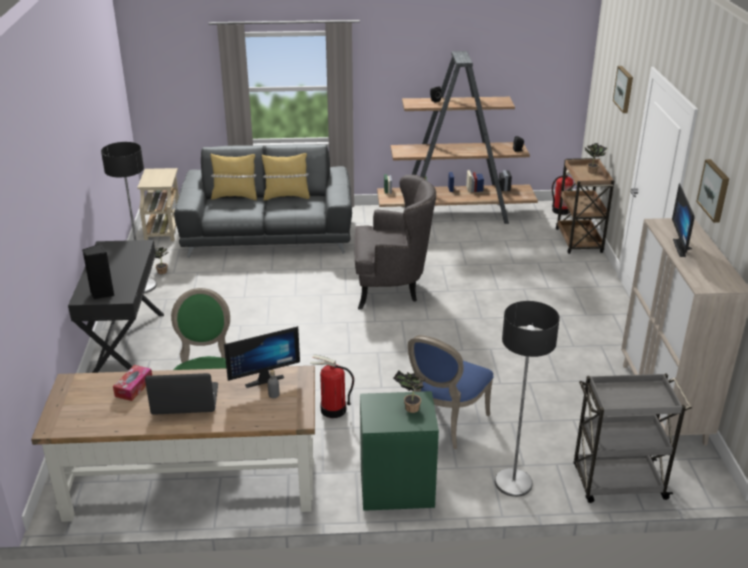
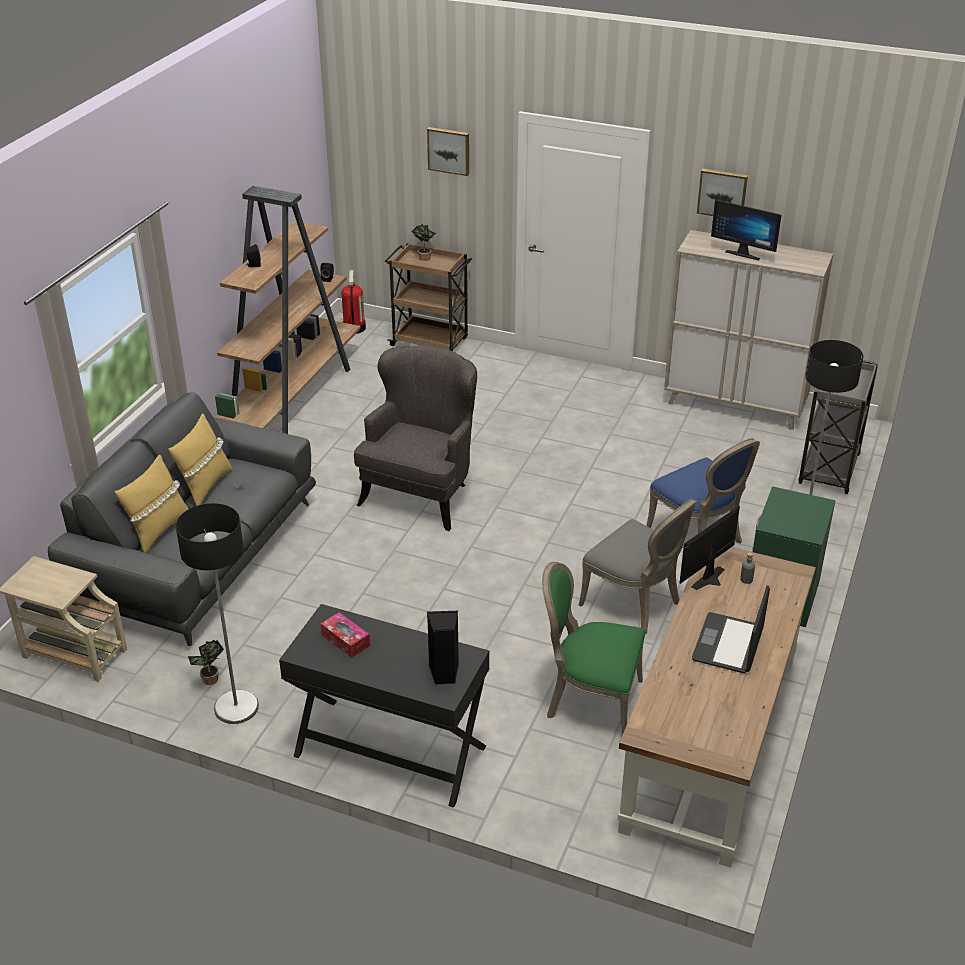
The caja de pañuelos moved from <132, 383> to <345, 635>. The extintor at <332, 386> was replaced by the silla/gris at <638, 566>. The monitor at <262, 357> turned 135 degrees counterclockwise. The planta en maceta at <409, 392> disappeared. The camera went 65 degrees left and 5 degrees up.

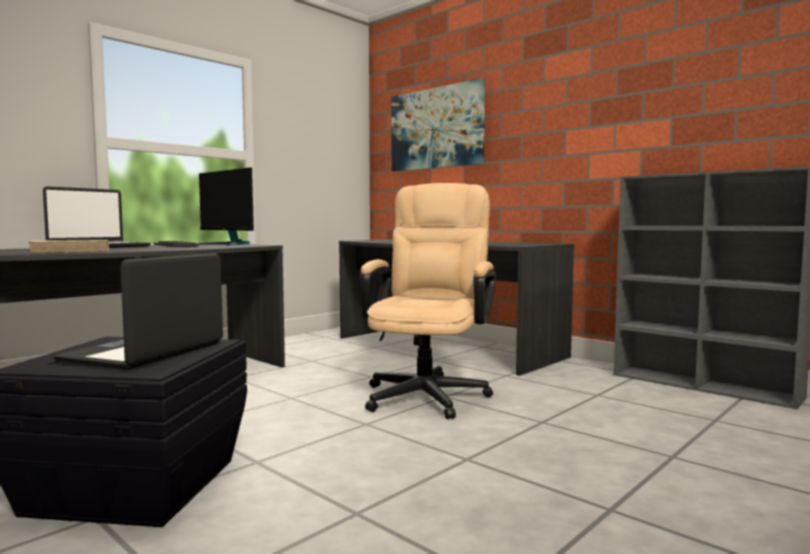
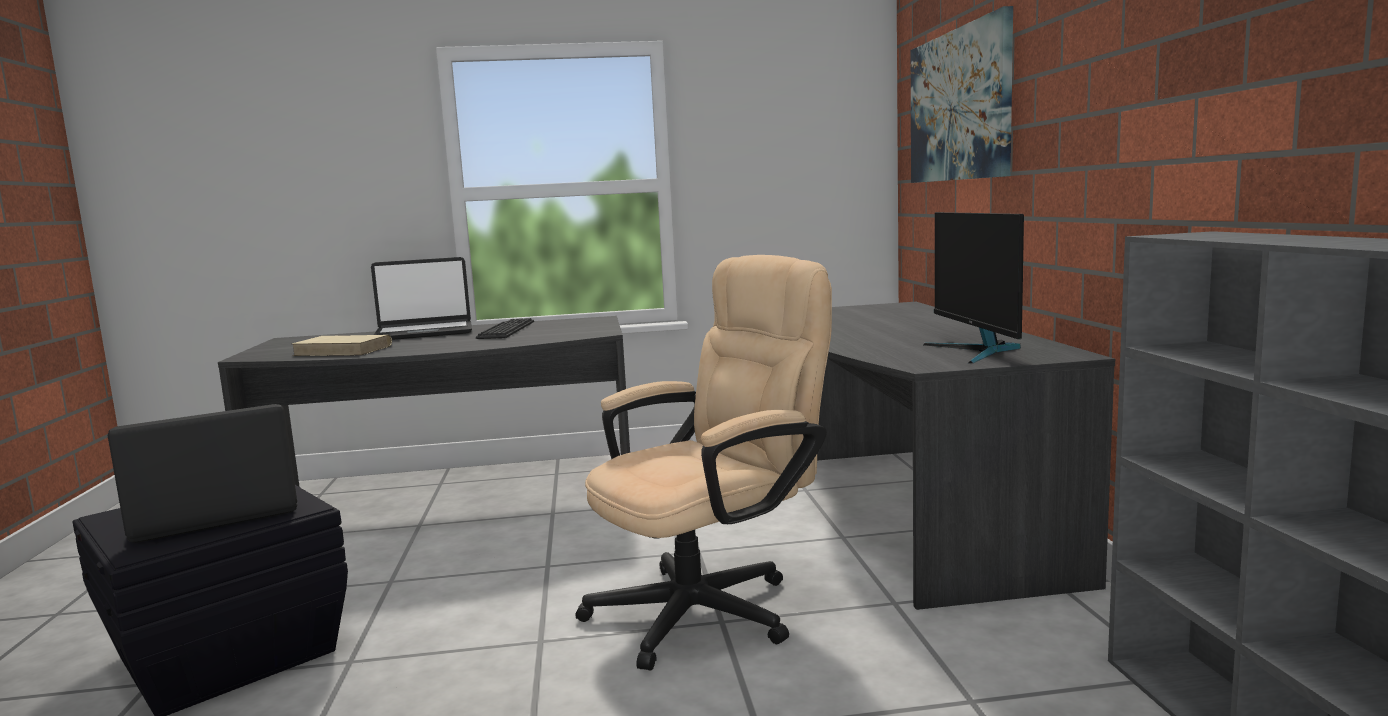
The monitor moved from <225, 206> to <974, 288>. The camera went 40 degrees right and 5 degrees up.

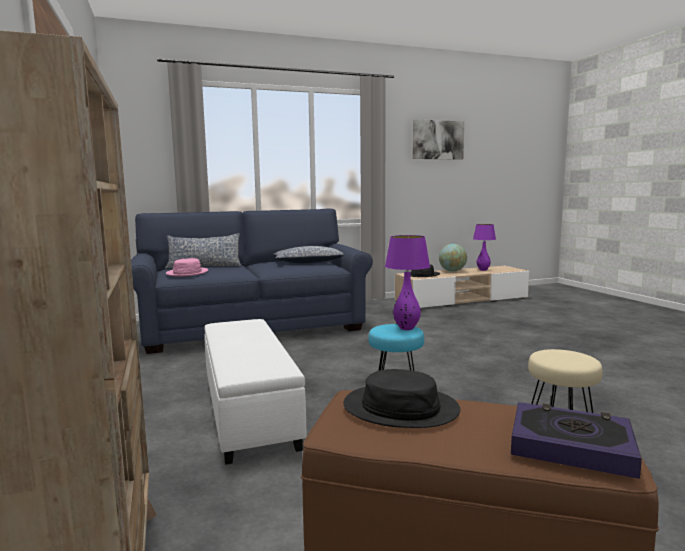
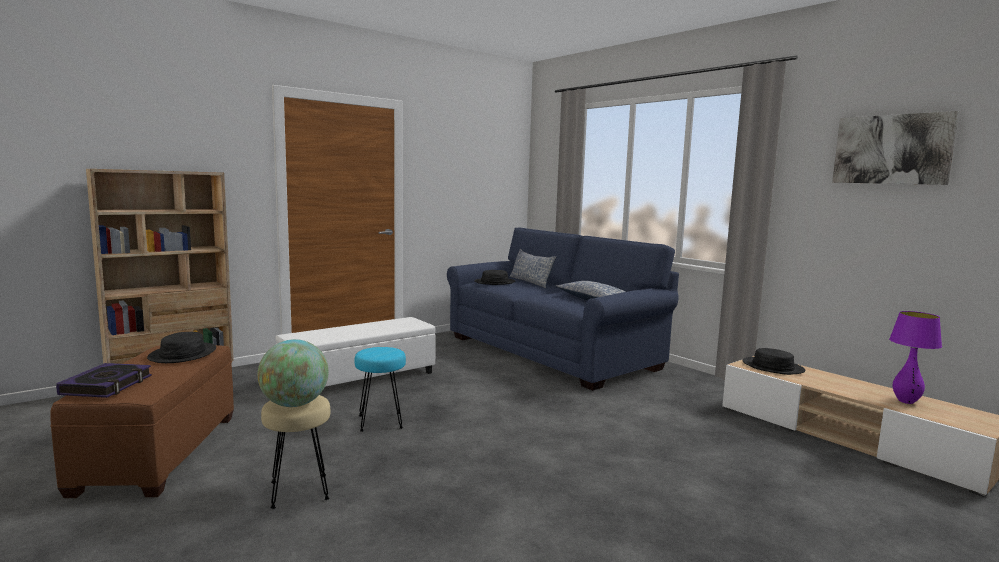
The globo terráqueo moved from <453, 258> to <293, 373>. The sombrero/rosa at <187, 267> became the sombrero/negro at <495, 277>. The lámpara de mesa/morado at <407, 282> disappeared. The camera went 70 degrees right and 0 degrees up.

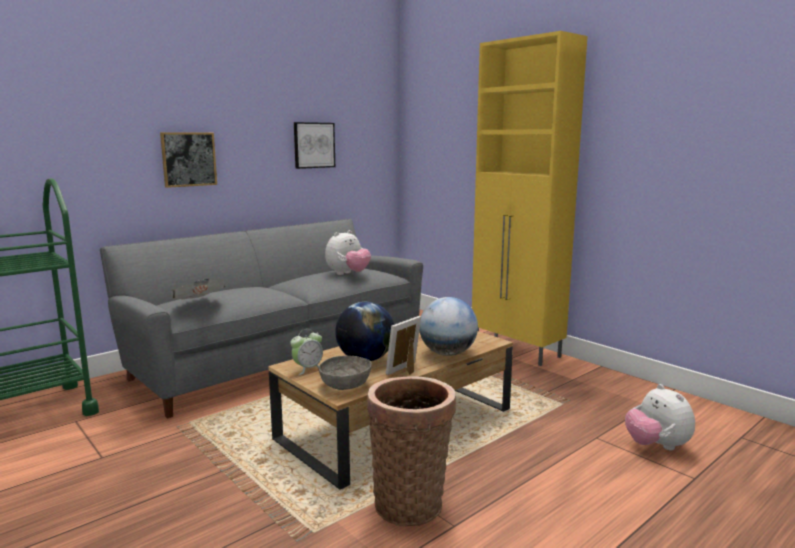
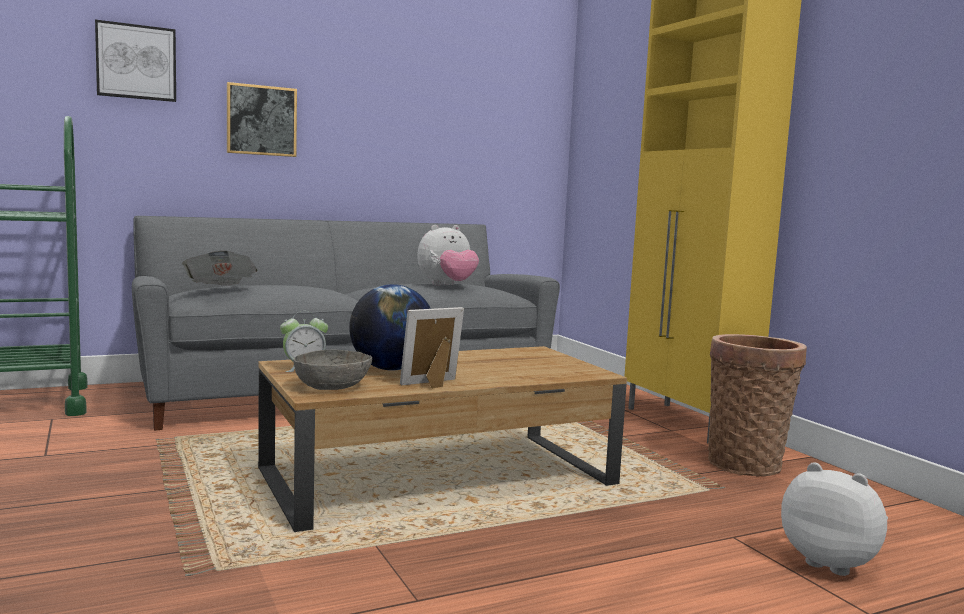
The cuadro moved from <314, 145> to <135, 61>. The cesta moved from <411, 451> to <757, 405>. The peluche at <660, 417> turned 135 degrees clockwise. The globo terráqueo at <448, 326> disappeared. The camera went 15 degrees right and 5 degrees down.

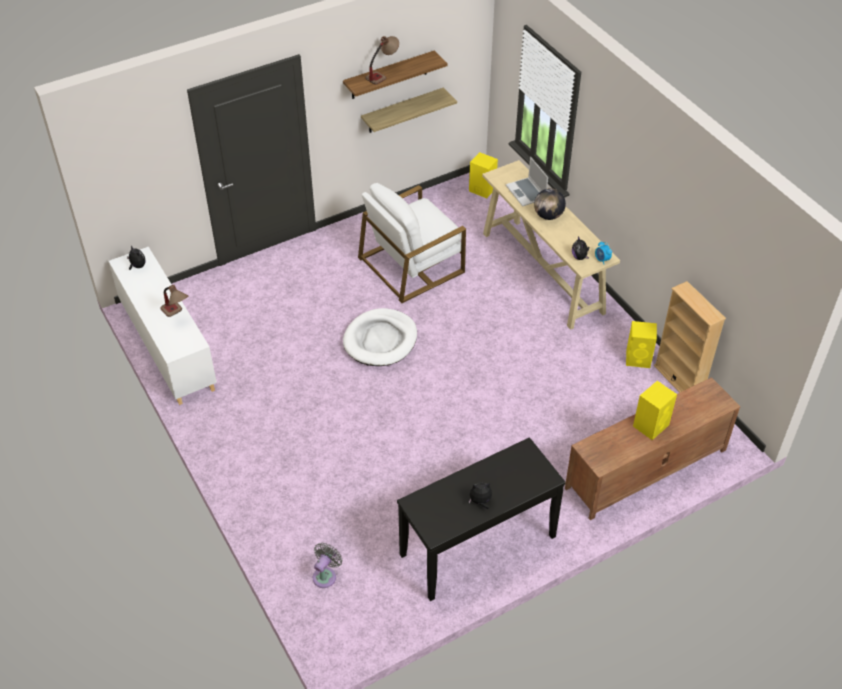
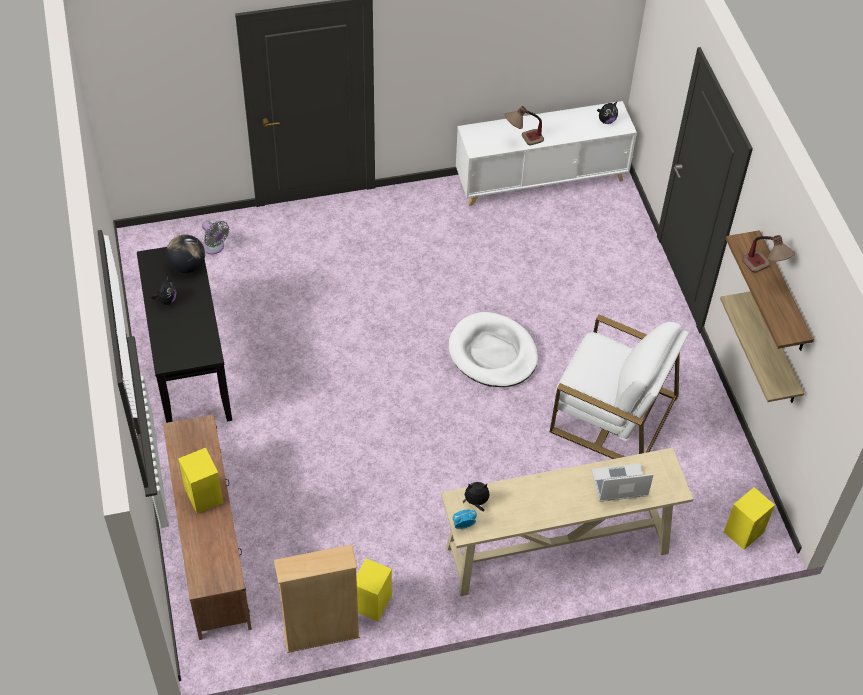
The globo terráqueo moved from <550, 204> to <185, 253>. The sillón/blanco at <412, 243> turned 135 degrees clockwise. The camera went 105 degrees right and 5 degrees up.

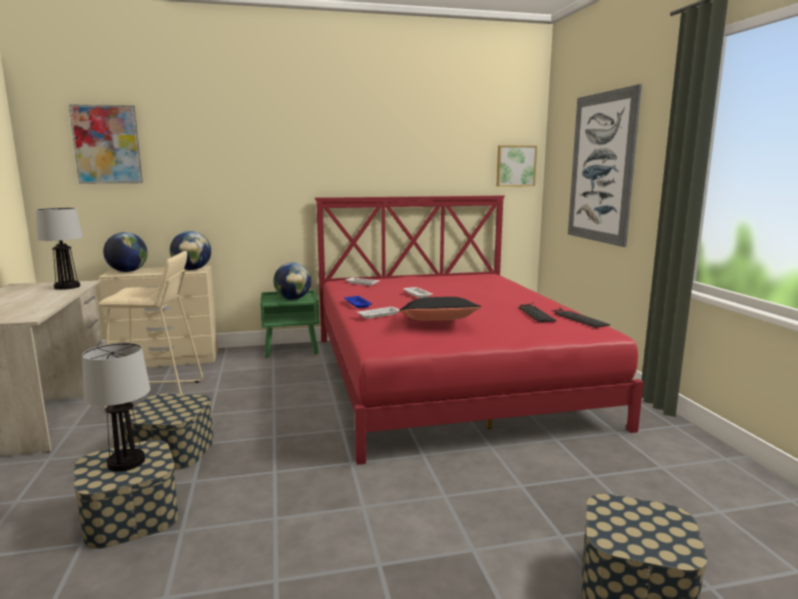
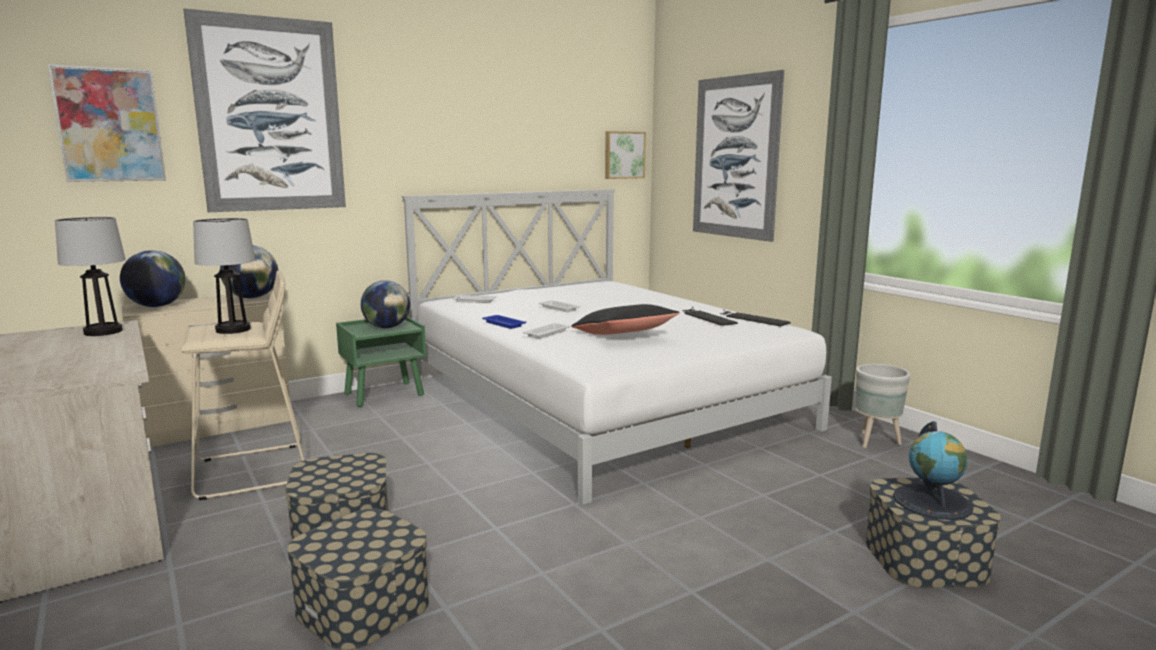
The cuadro at <264, 110> appeared. The lámpara de mesa moved from <116, 407> to <224, 276>. The cama/rojo at <479, 330> became the cama/blanco at <617, 347>. The maceta/gris at <882, 406> appeared. The globo terráqueo at <933, 470> appeared. The camera went 20 degrees left and 0 degrees up.

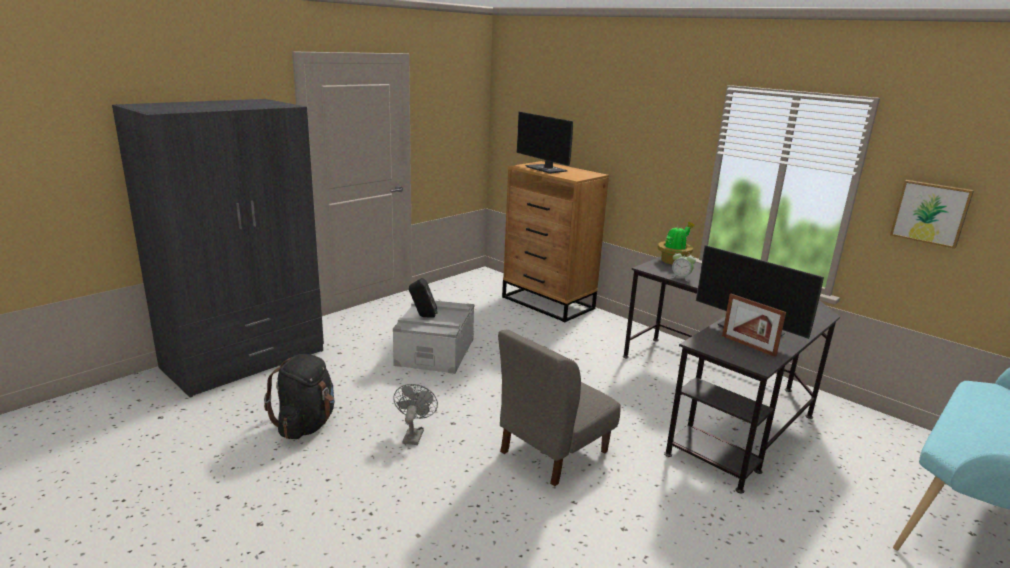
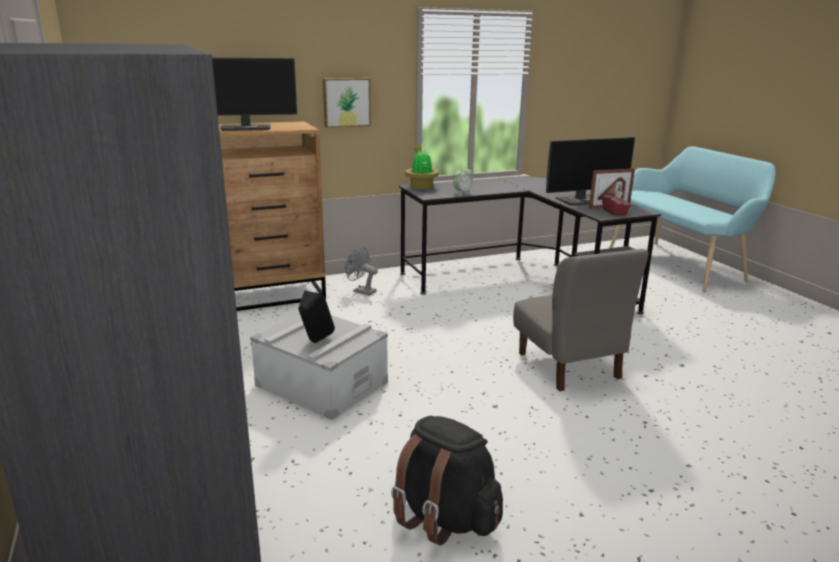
The cuadro moved from <932, 214> to <347, 103>. The ventilador/gris moved from <415, 414> to <361, 271>. The caja de pañuelos/rojo at <616, 203> appeared. The camera went 65 degrees left and 0 degrees up.

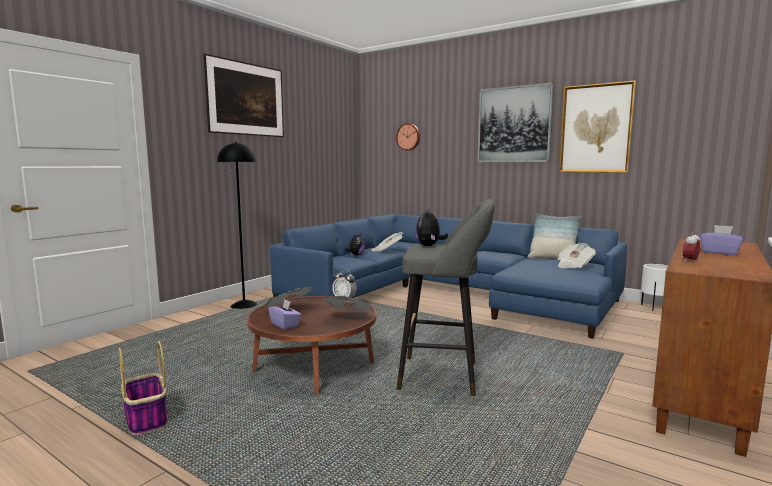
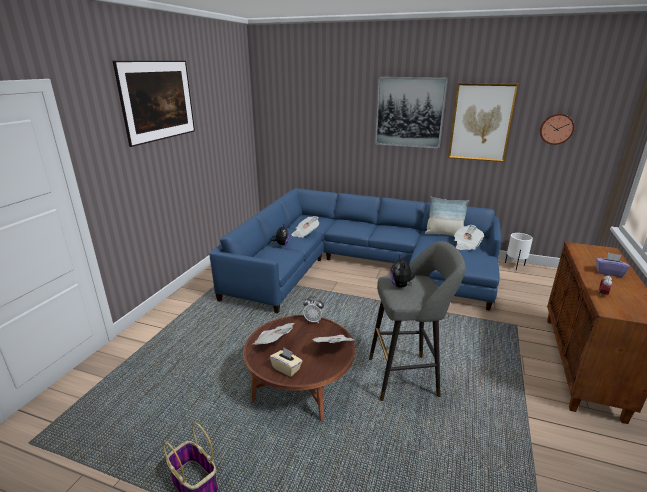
The caja de pañuelos/morado at <285, 314> became the caja de pañuelos/beis at <286, 362>. The reloj de pared moved from <408, 137> to <557, 129>. The lámpara de pie/negro at <237, 225> disappeared. The camera went 15 degrees left and 15 degrees up.

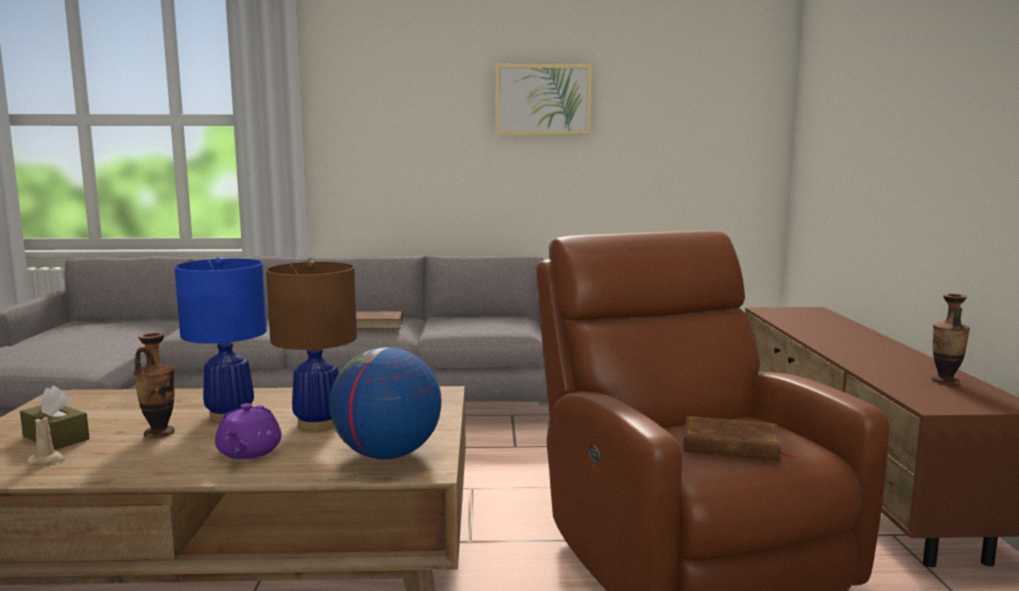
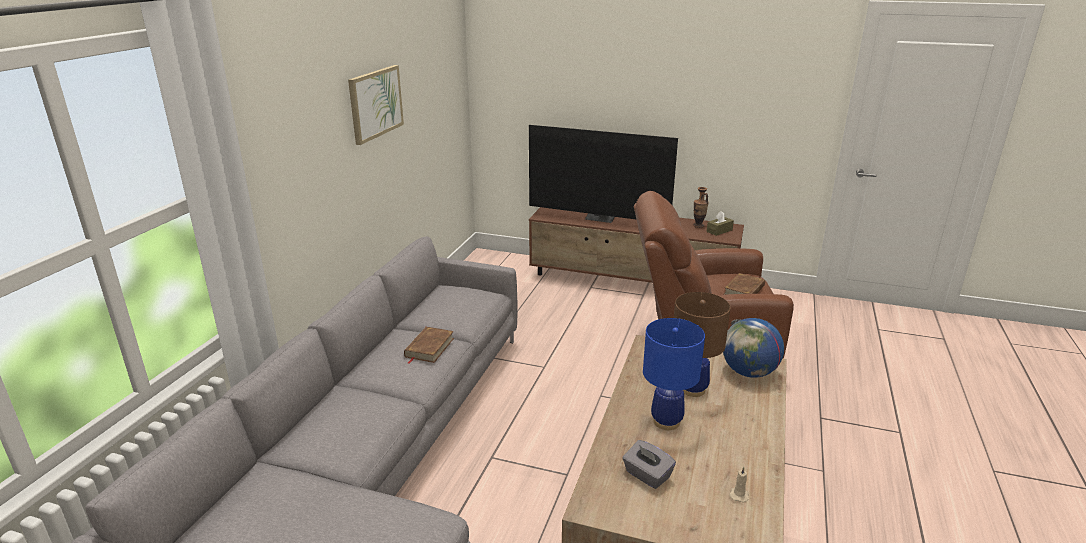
The televisor at <603, 174> appeared. The caja de pañuelos/gris at <649, 464> appeared. The caja de pañuelos/marrón moved from <55, 417> to <720, 223>. The florero at <154, 385> disappeared. The tetera/morado at <248, 431> disappeared. The camera went 70 degrees left and 15 degrees up.

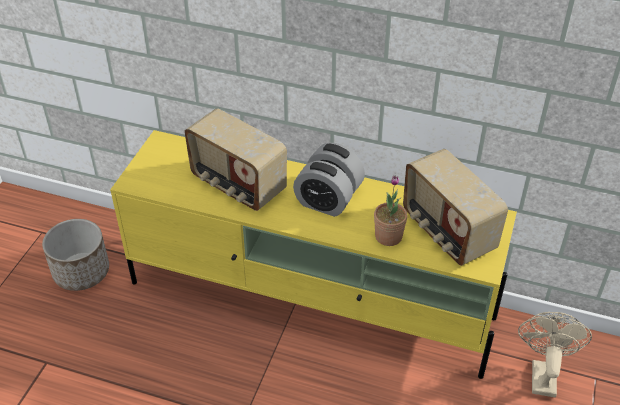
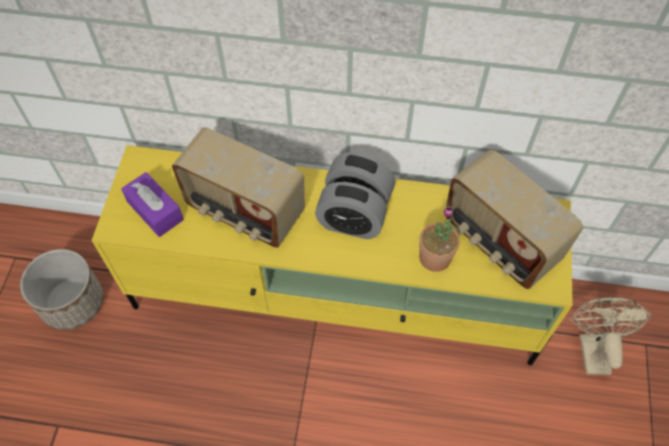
The caja de pañuelos/morado at <152, 204> appeared. The camera went 10 degrees left and 15 degrees up.

